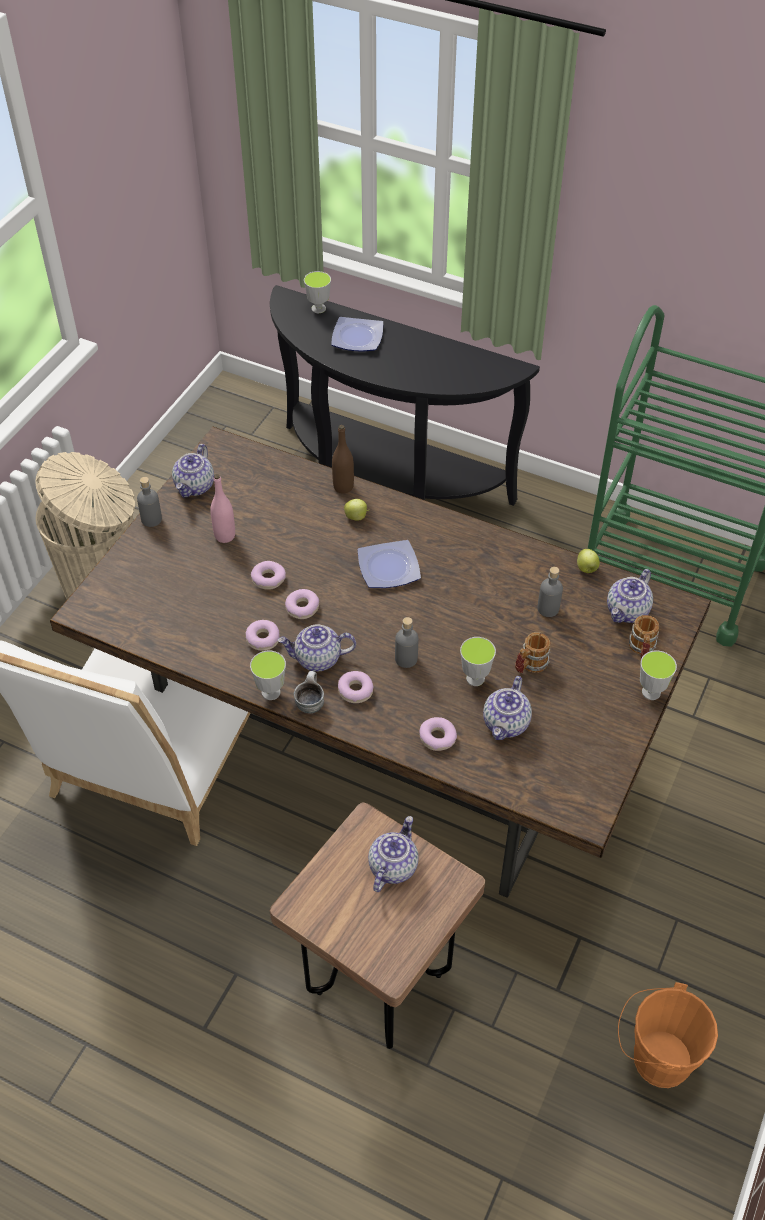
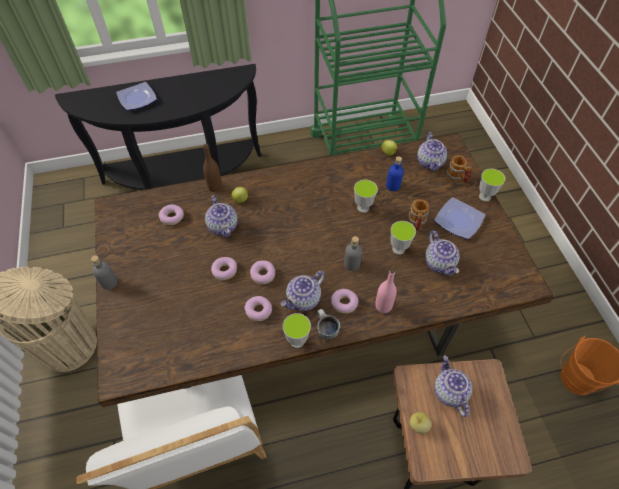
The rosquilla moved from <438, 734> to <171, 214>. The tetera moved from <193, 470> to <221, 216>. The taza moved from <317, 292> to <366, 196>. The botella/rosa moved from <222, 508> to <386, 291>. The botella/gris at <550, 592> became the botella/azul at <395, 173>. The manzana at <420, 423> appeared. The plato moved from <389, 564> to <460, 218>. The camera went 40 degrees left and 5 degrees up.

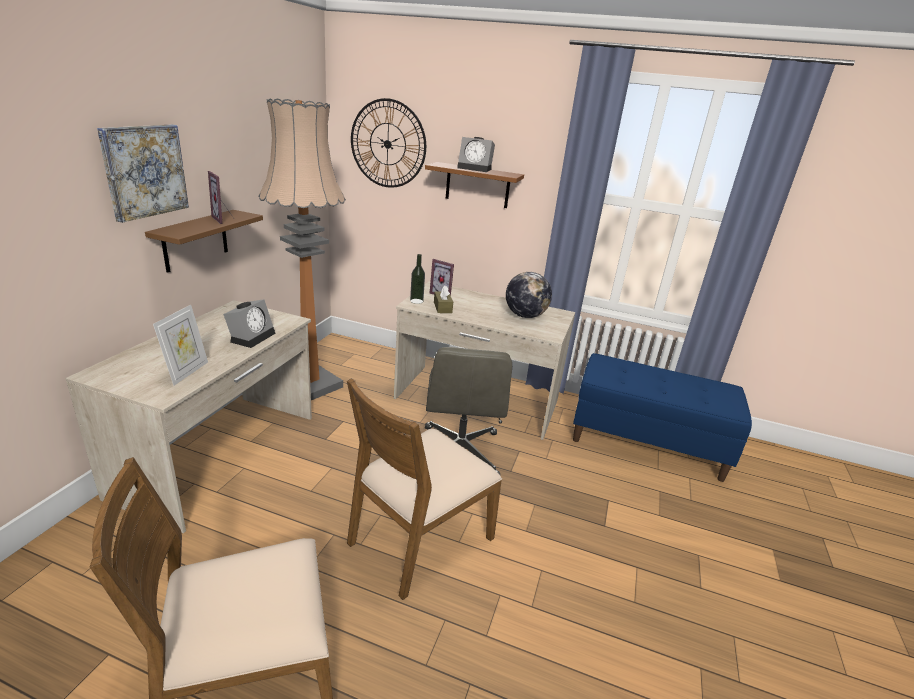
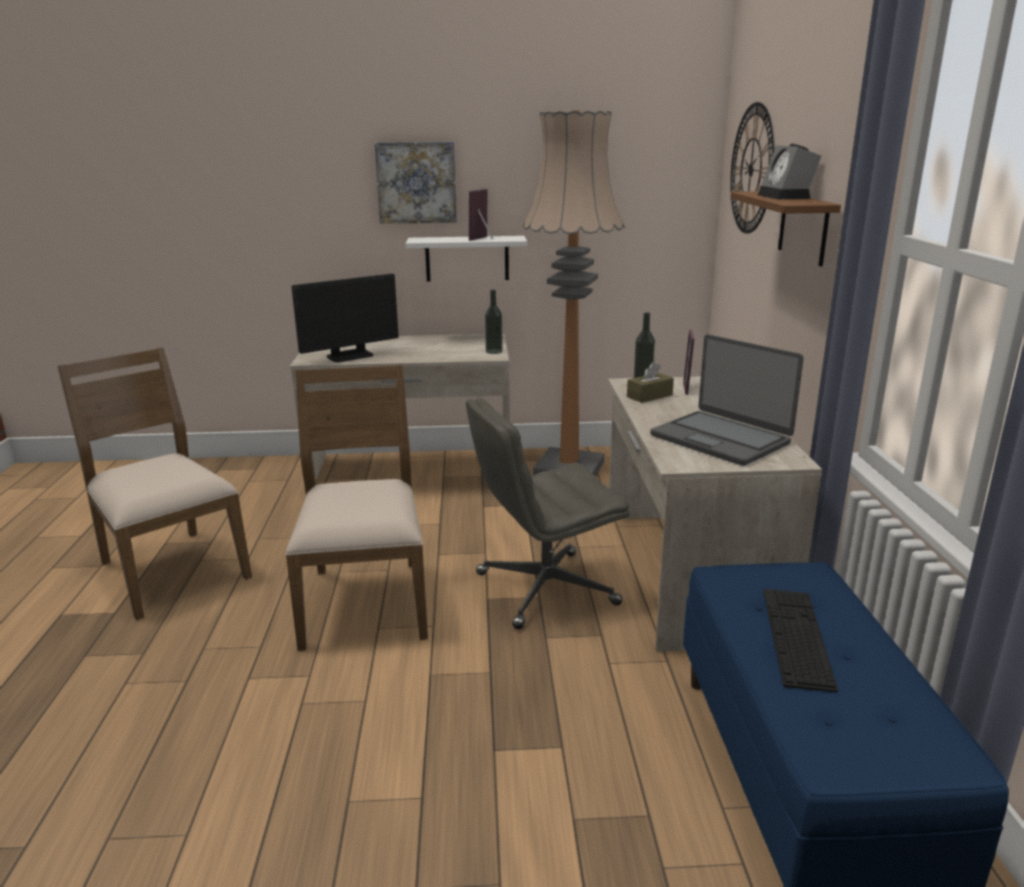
The silla/marrón at <424, 489> turned 60 degrees clockwise. The portarretratos at <180, 345> was replaced by the monitor at <345, 318>. The estante/marrón at <204, 241> became the estante/blanco at <466, 258>. The botella at <494, 321> appeared. The globo terráqueo at <529, 295> was replaced by the portátil at <727, 400>. The teclado at <800, 640> appeared. The despertador at <249, 323> disappeared. The camera went 70 degrees right and 5 degrees down.

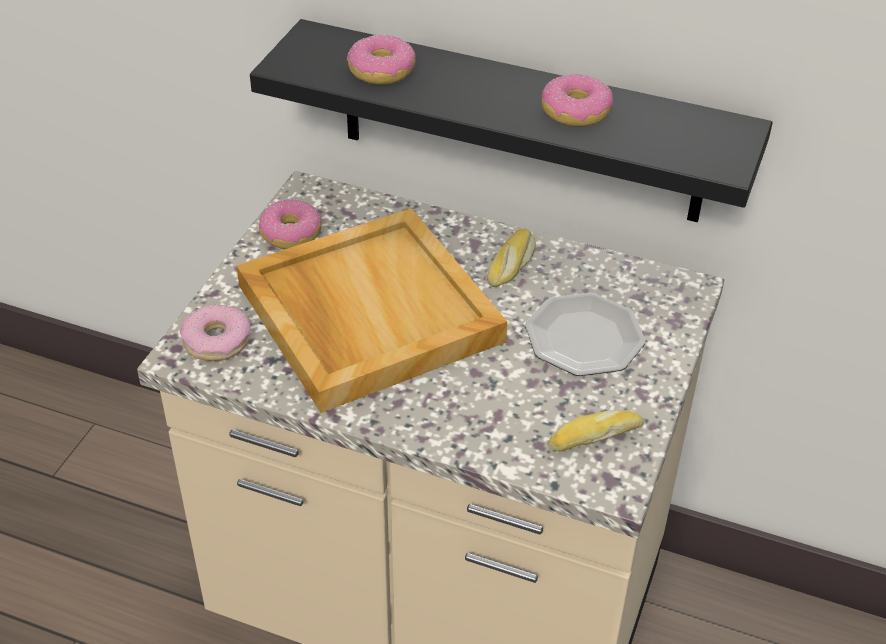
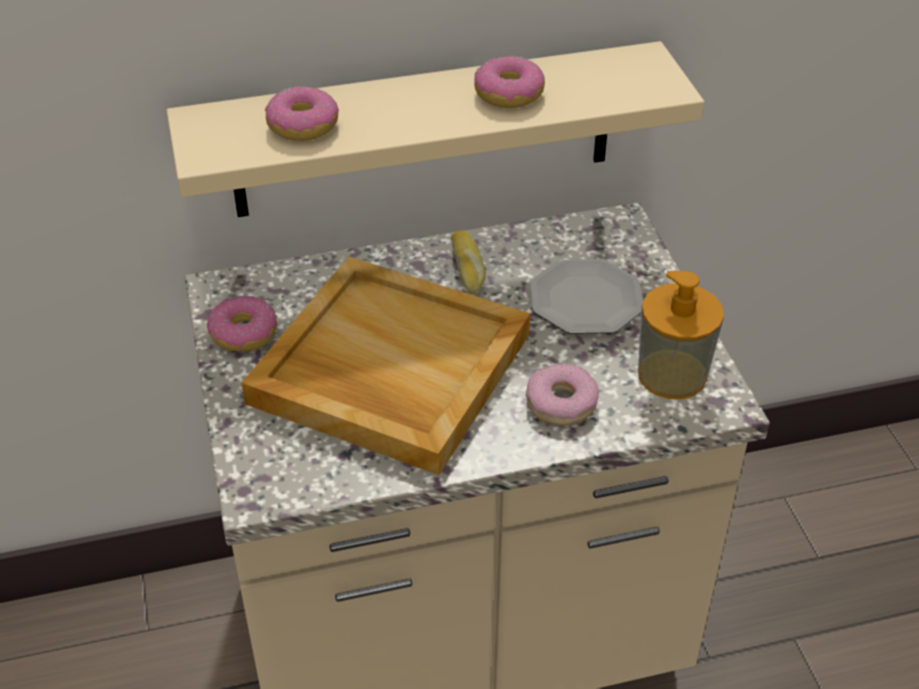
The estante/negro at <511, 120> became the estante/beis at <435, 129>. The rosquilla moved from <215, 332> to <562, 394>. The pan at <595, 431> was replaced by the dispensador de jabón at <681, 335>. The camera went 35 degrees left and 0 degrees up.

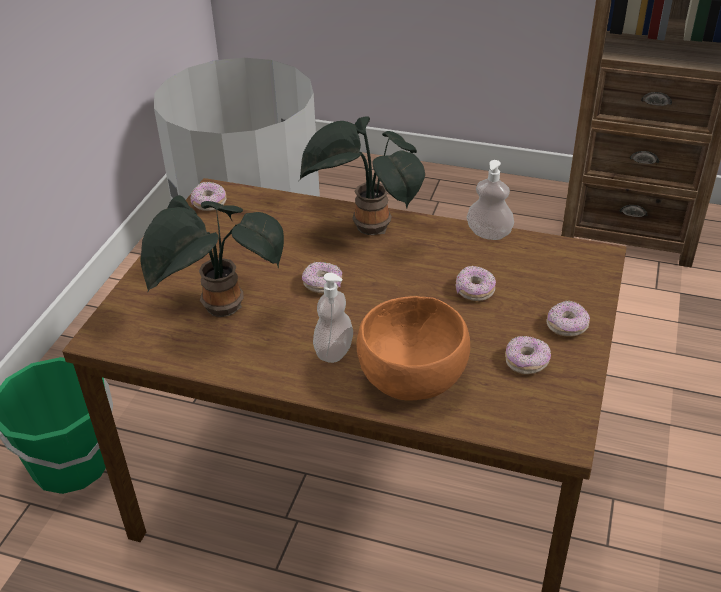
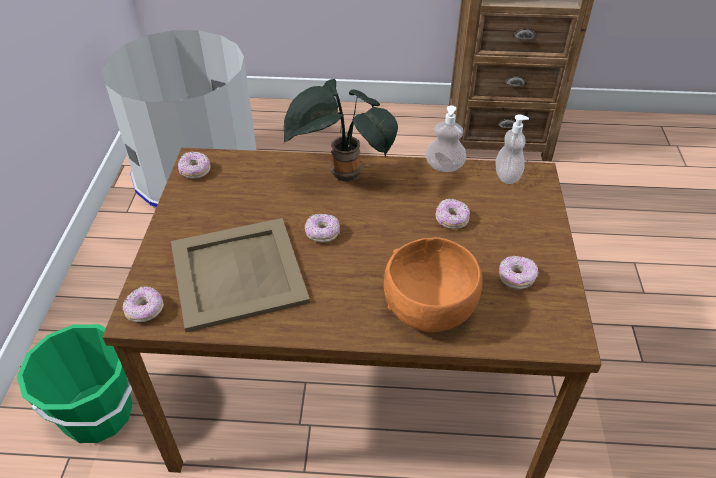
The rosquilla moved from <568, 319> to <143, 304>. The planta en maceta at <212, 256> was replaced by the bandeja/beis at <240, 275>. The dispensador de jabón moved from <333, 318> to <512, 149>. The camera went 15 degrees left and 5 degrees up.

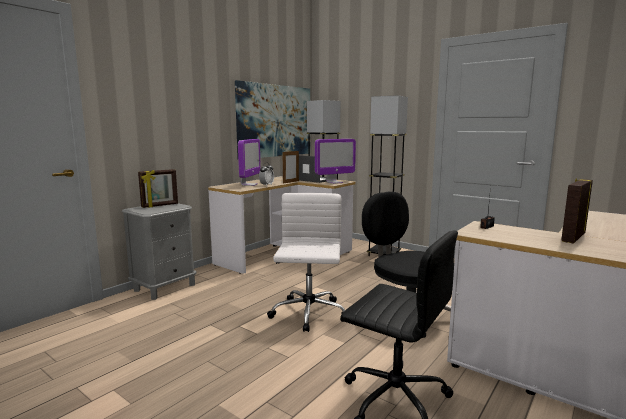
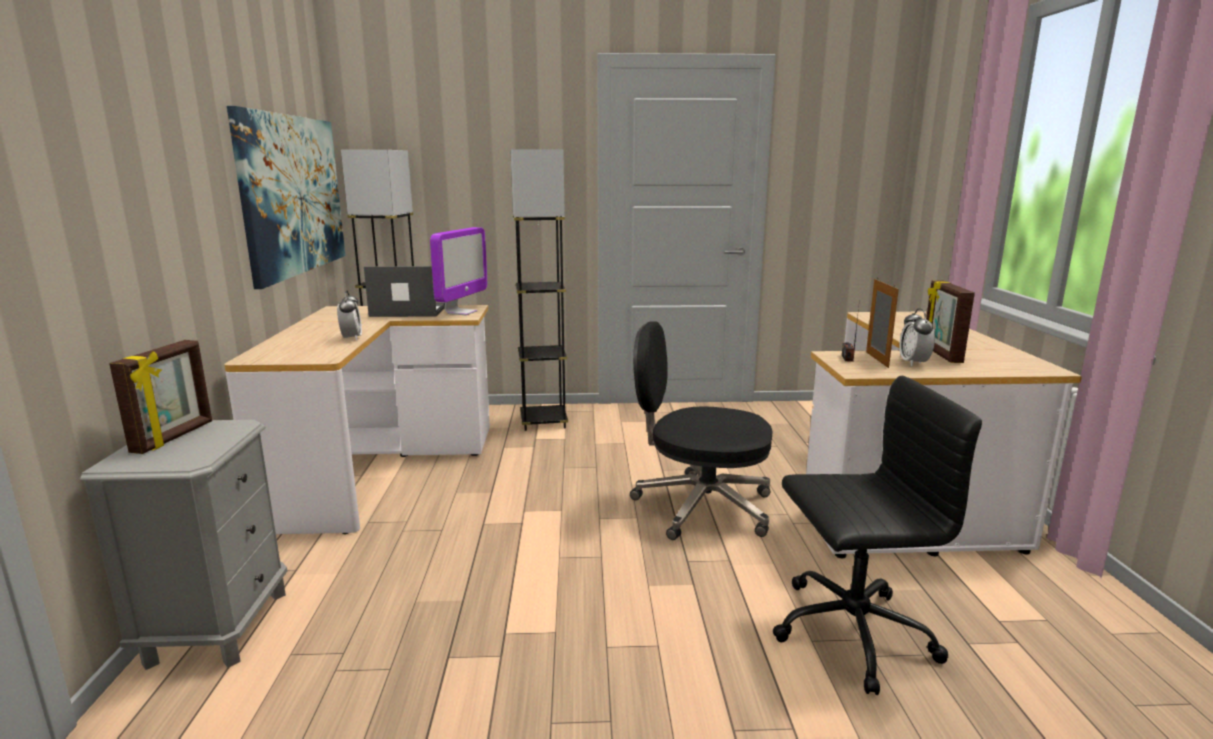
The portarretratos moved from <290, 167> to <882, 323>. The despertador at <917, 337> appeared. The monitor at <249, 162> disappeared. The silla de oficina/blanco at <306, 262> disappeared. The camera went 40 degrees left and 5 degrees up.

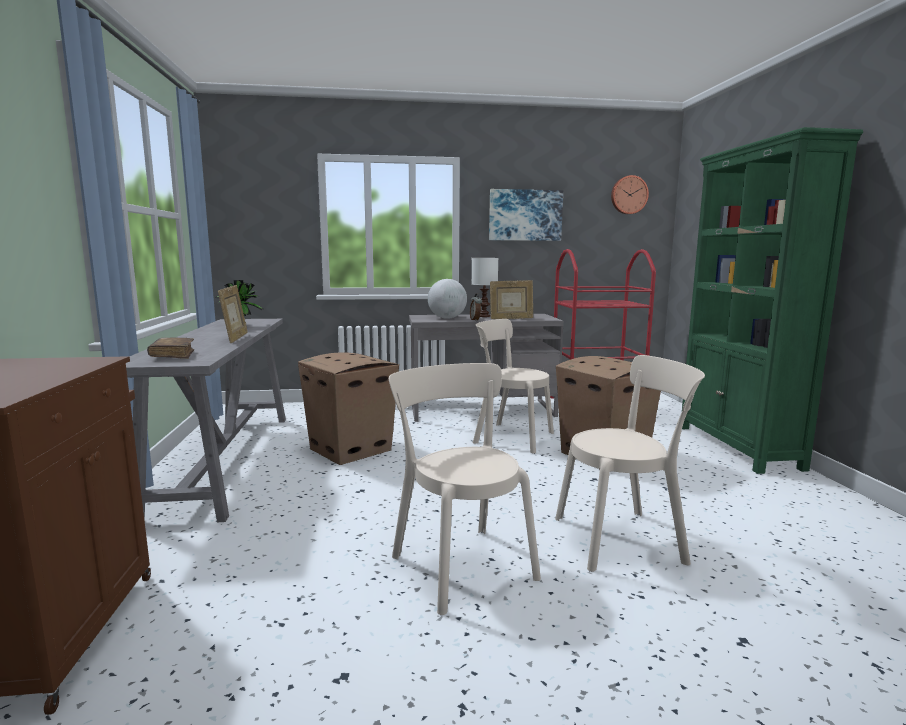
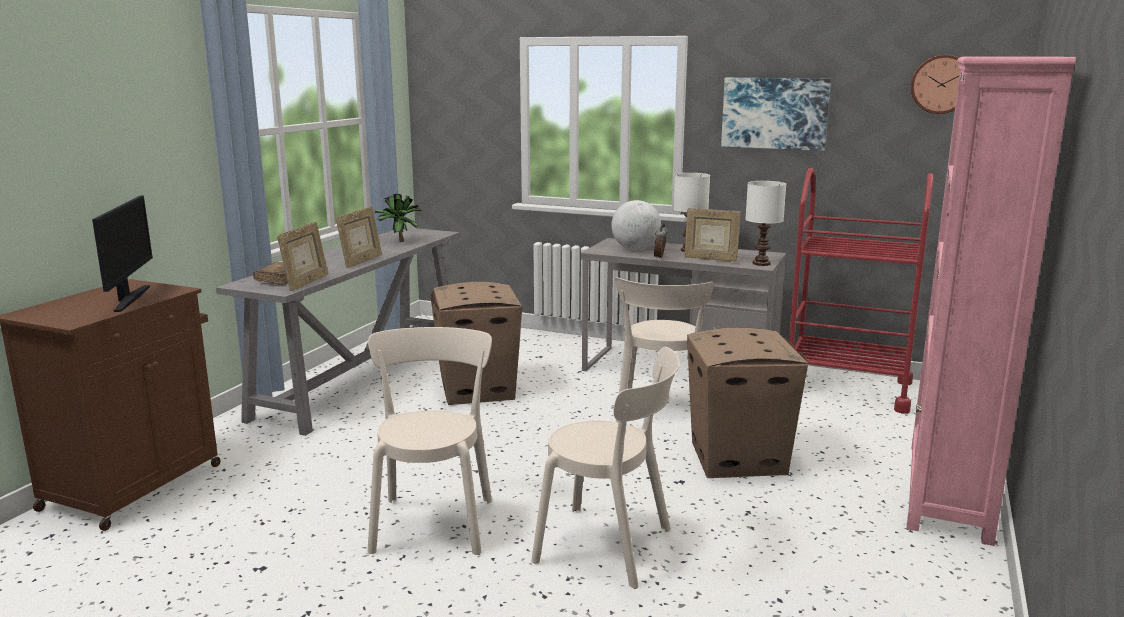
The monitor at <122, 254> appeared. The portarretratos at <302, 256> appeared. The silla/beis at <513, 386> turned 135 degrees counterclockwise. The lámpara de mesa/blanco at <765, 223> appeared. The estantería/verde at <772, 300> became the estantería/rosa at <991, 301>. The camera went 30 degrees right and 5 degrees up.

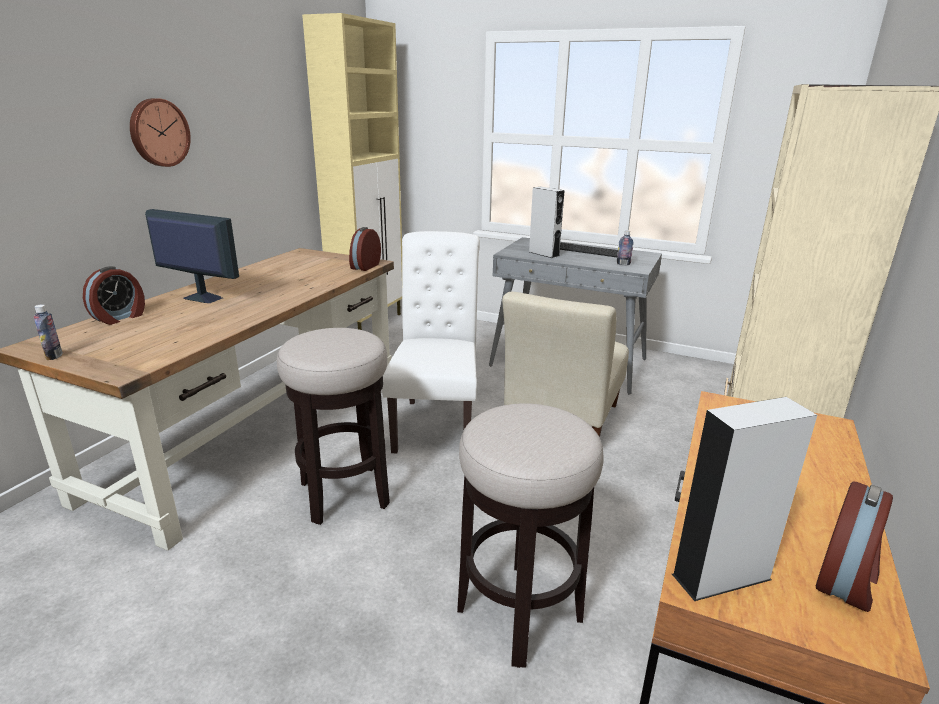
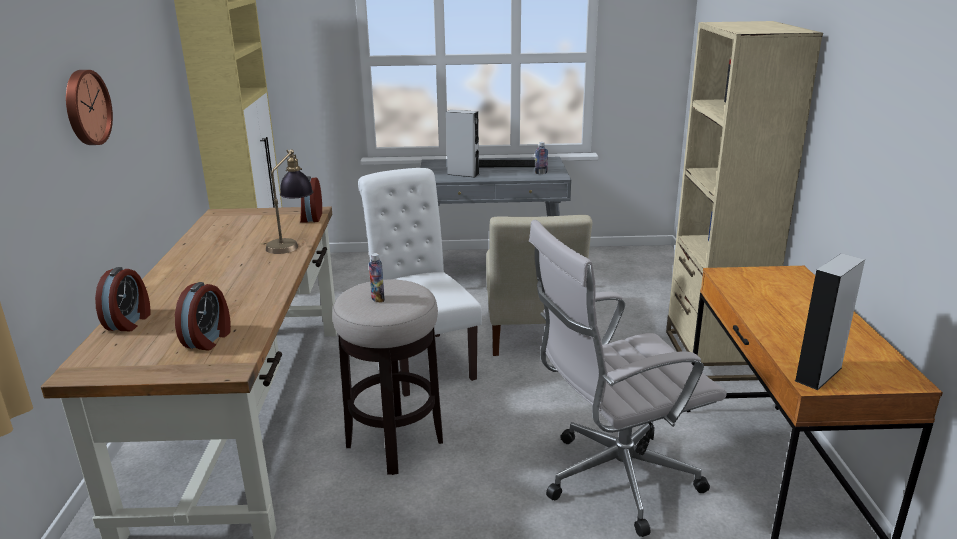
The despertador moved from <854, 547> to <203, 316>. The lámpara de mesa at <289, 201> appeared. The botella moved from <48, 332> to <377, 278>. The taburete at <530, 535> was replaced by the silla de oficina/blanco at <628, 378>. The monitor at <192, 256> disappeared. The camera went 25 degrees left and 0 degrees up.

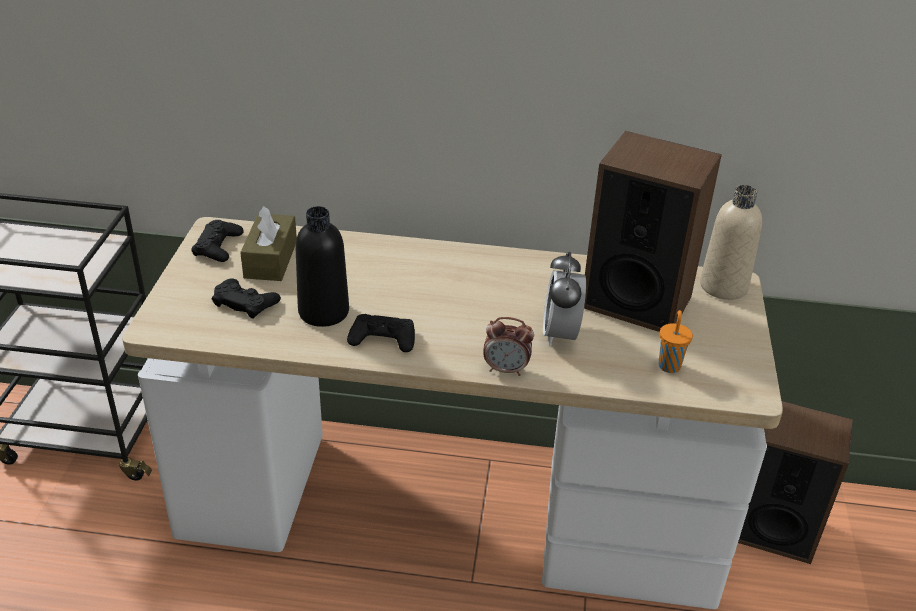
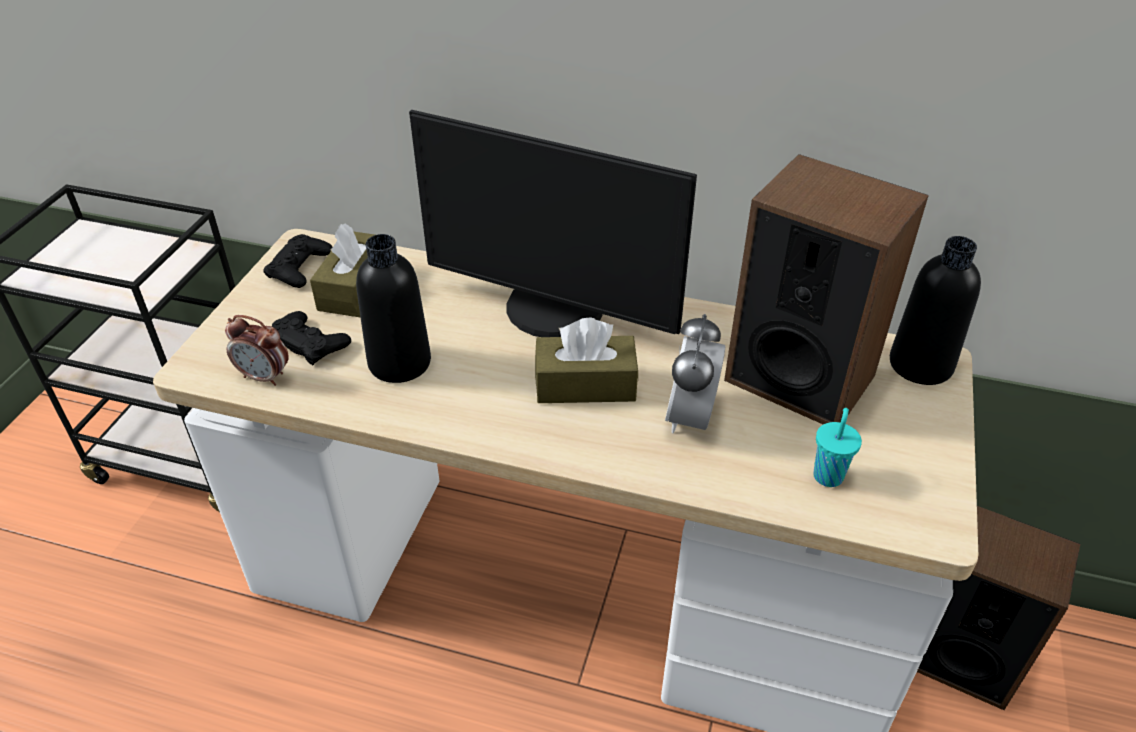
The despertador moved from <508, 346> to <257, 350>. The monitor at <553, 223> appeared. The caja de pañuelos/marrón at <586, 360> appeared. The taza/naranja at <676, 341> became the taza/turquesa at <837, 447>. The botella/beis at <731, 242> became the botella/negro at <935, 310>. The mando de consola/negro at <381, 333> disappeared. The camera went 10 degrees right and 5 degrees up.

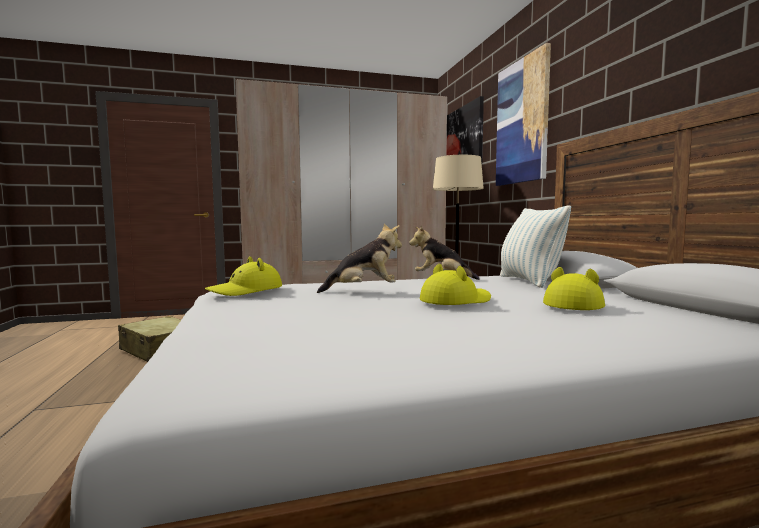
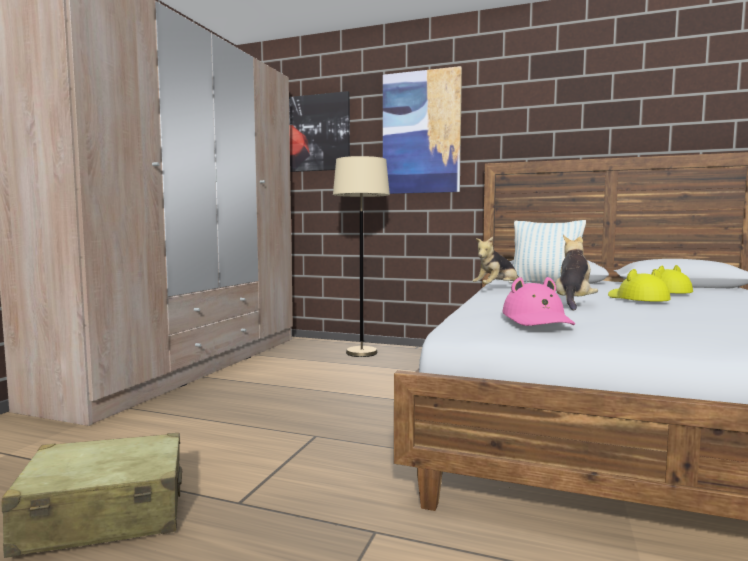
The sombrero/amarillo at <243, 276> became the sombrero/rosa at <538, 301>. The camera went 55 degrees left and 0 degrees up.

